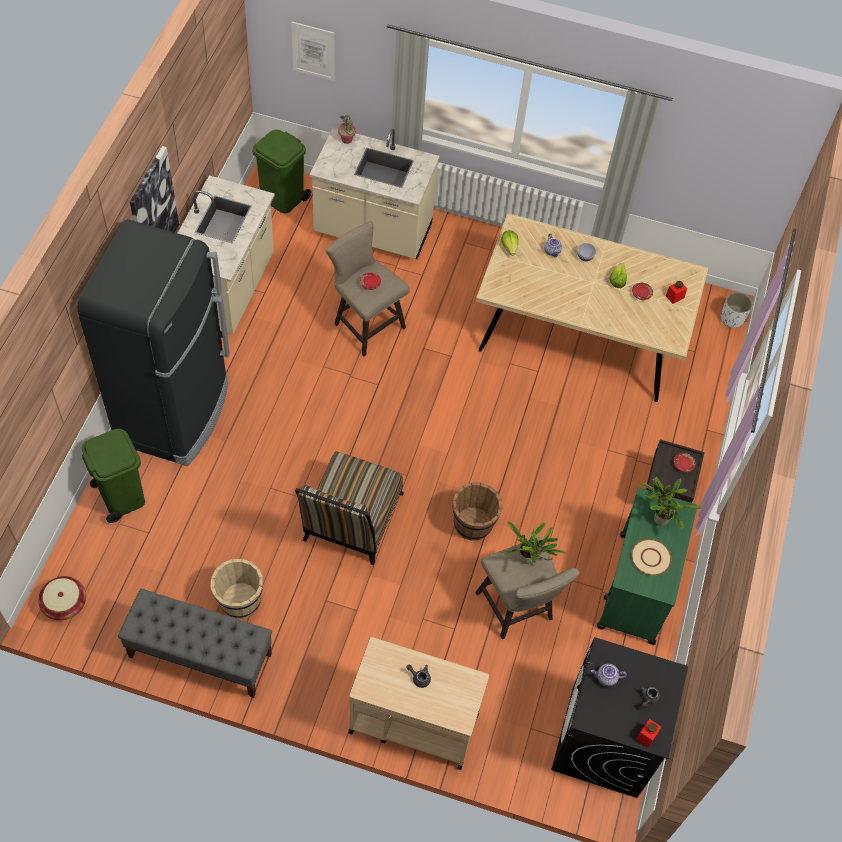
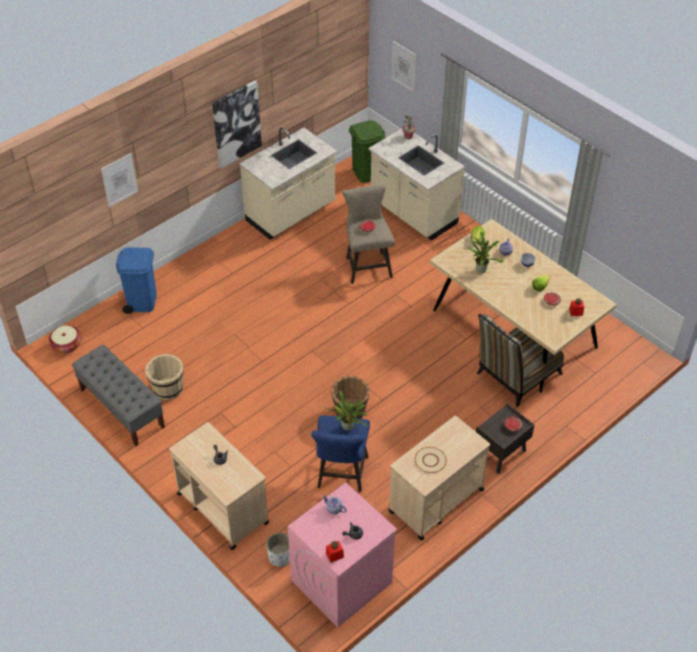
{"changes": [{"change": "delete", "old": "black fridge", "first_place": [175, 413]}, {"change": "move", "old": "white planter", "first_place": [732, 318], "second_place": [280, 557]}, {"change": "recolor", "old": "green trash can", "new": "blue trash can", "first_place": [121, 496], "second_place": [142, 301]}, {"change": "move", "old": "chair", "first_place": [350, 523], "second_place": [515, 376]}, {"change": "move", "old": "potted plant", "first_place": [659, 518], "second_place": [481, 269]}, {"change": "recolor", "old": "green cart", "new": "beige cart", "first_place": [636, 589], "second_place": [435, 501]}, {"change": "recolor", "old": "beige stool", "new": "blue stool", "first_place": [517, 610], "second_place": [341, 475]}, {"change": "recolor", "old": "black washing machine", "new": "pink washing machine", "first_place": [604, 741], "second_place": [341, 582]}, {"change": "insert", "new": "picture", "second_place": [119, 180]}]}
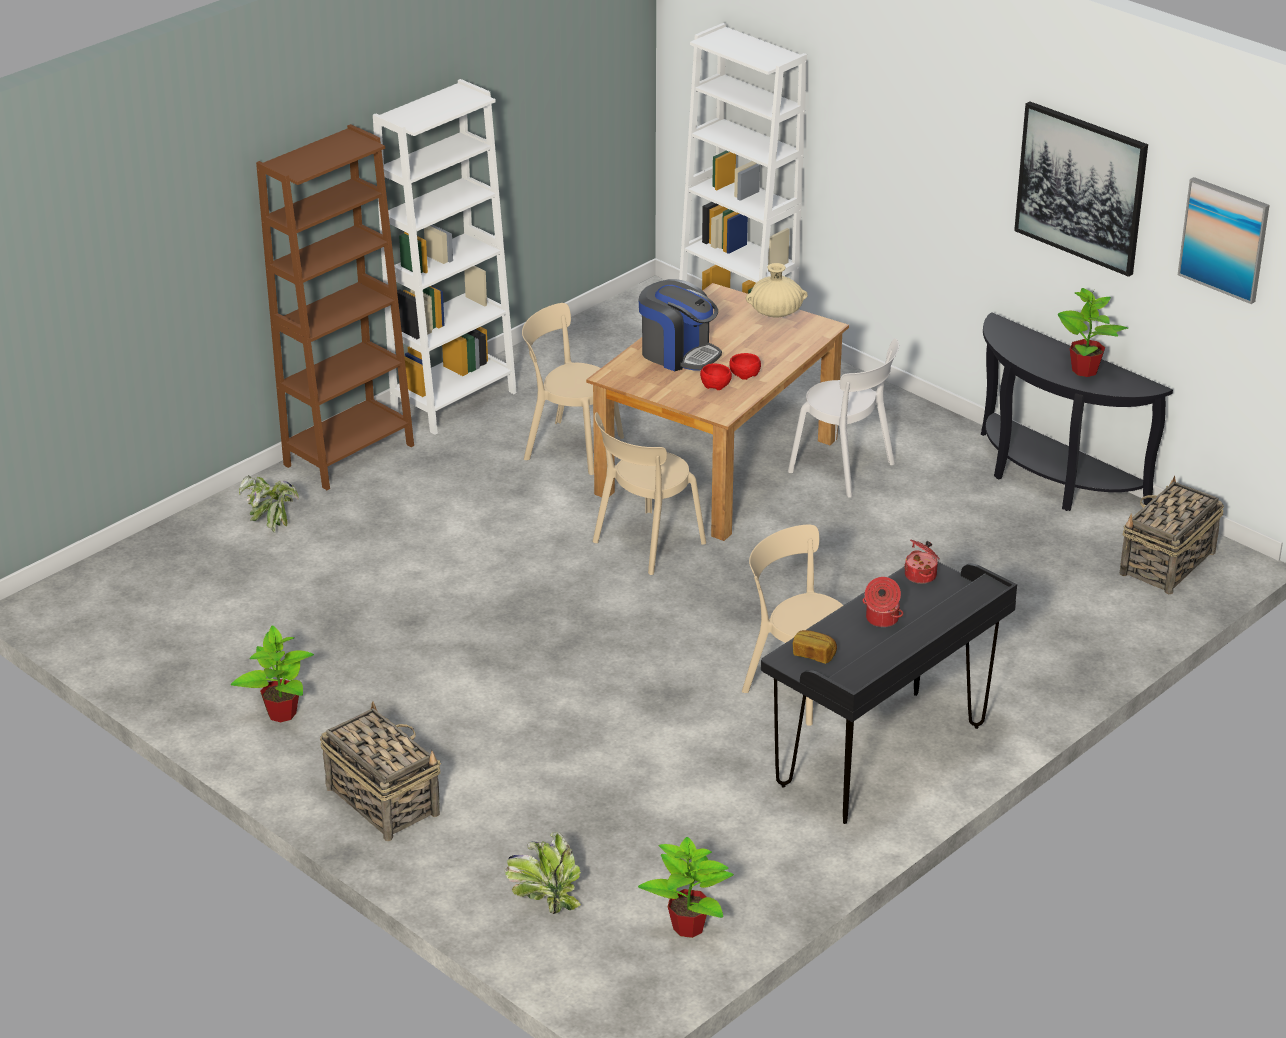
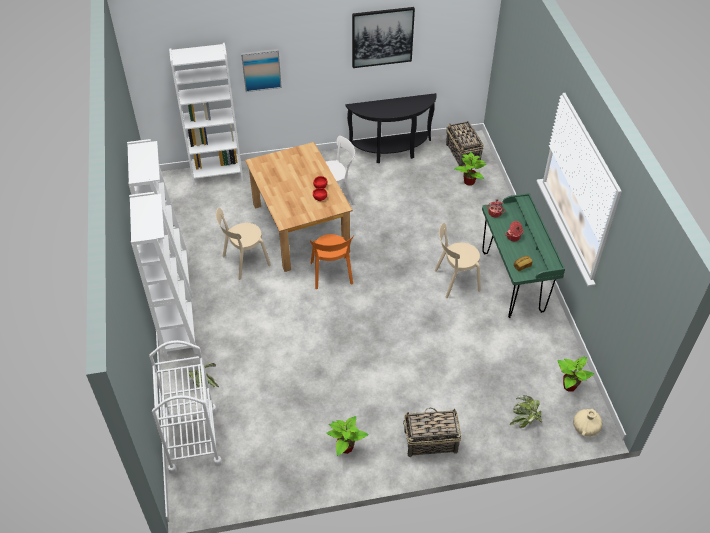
{"changes": [{"change": "recolor", "old": "brown bookcase", "new": "white bookcase", "first_place": [349, 455], "second_place": [179, 333]}, {"change": "move", "old": "picture", "first_place": [1224, 239], "second_place": [261, 70]}, {"change": "move", "old": "beige vase", "first_place": [776, 313], "second_place": [585, 427]}, {"change": "delete", "old": "coffee machine", "first_place": [678, 354]}, {"change": "move", "old": "potted plant", "first_place": [1085, 370], "second_place": [469, 182]}, {"change": "recolor", "old": "beige chair", "new": "orange chair", "first_place": [645, 544], "second_place": [331, 275]}, {"change": "recolor", "old": "black desk", "new": "green desk", "first_place": [882, 757], "second_place": [512, 282]}, {"change": "insert", "new": "white cart", "second_place": [193, 439]}]}
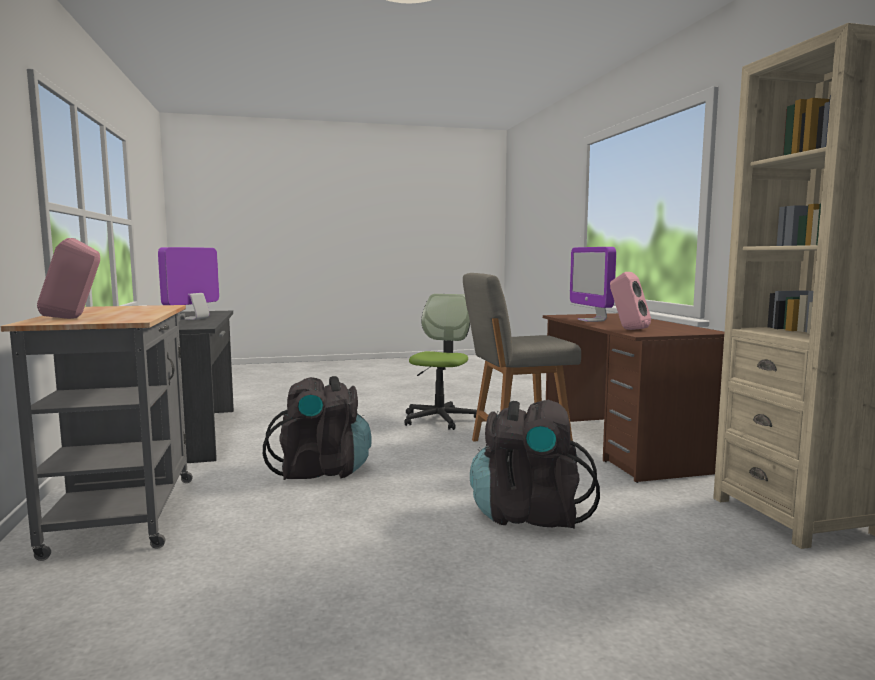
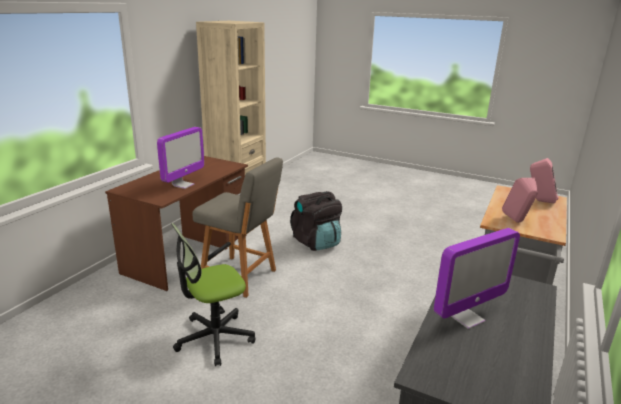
{"changes": [{"change": "move", "old": "pink speaker", "first_place": [627, 329], "second_place": [517, 222]}, {"change": "delete", "old": "black backpack", "first_place": [321, 471]}]}
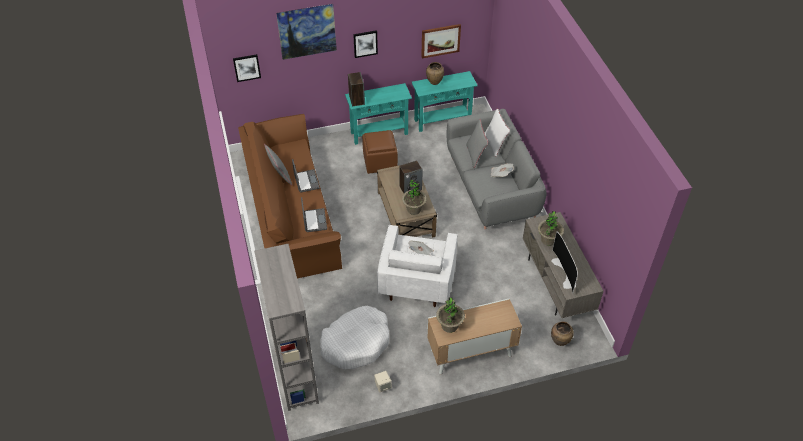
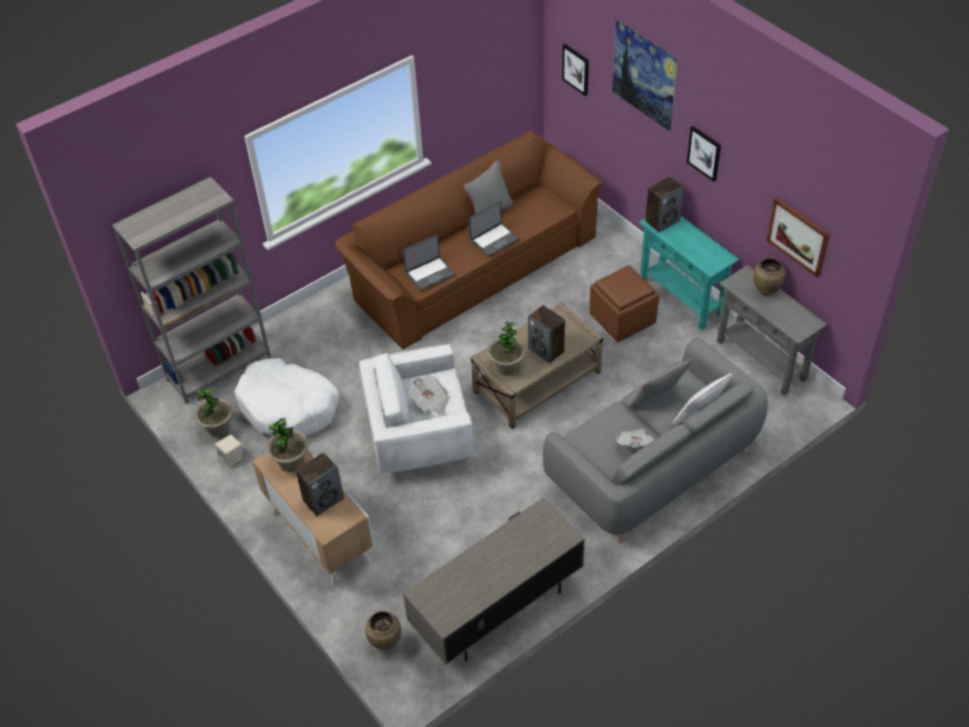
{"changes": [{"change": "recolor", "old": "turquoise console table", "new": "grey console table", "first_place": [442, 120], "second_place": [761, 360]}, {"change": "move", "old": "potted plant", "first_place": [548, 240], "second_place": [218, 428]}, {"change": "delete", "old": "television", "first_place": [565, 272]}, {"change": "insert", "new": "speaker", "second_place": [323, 499]}]}
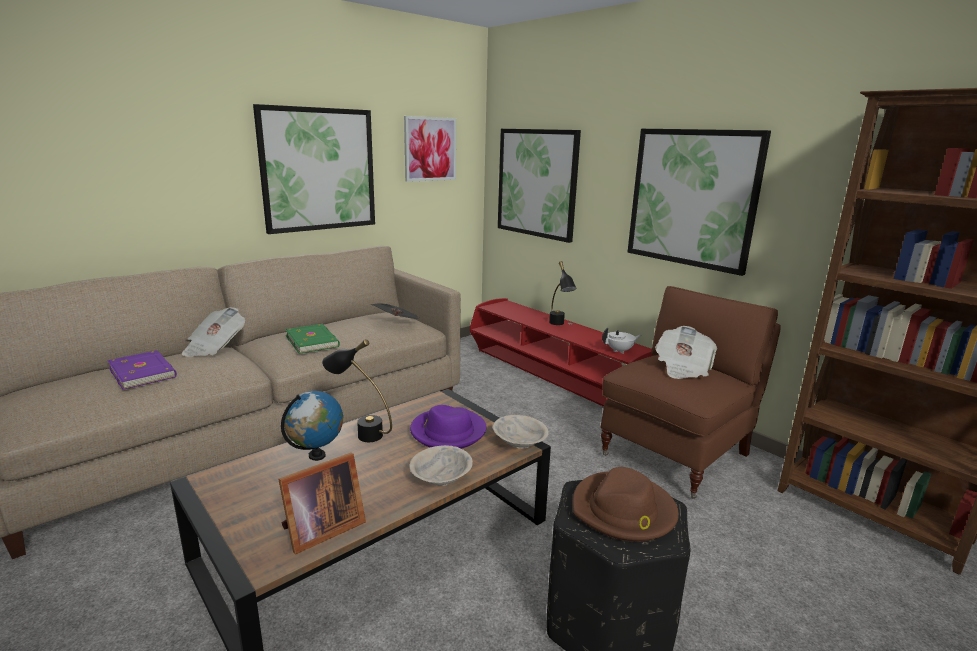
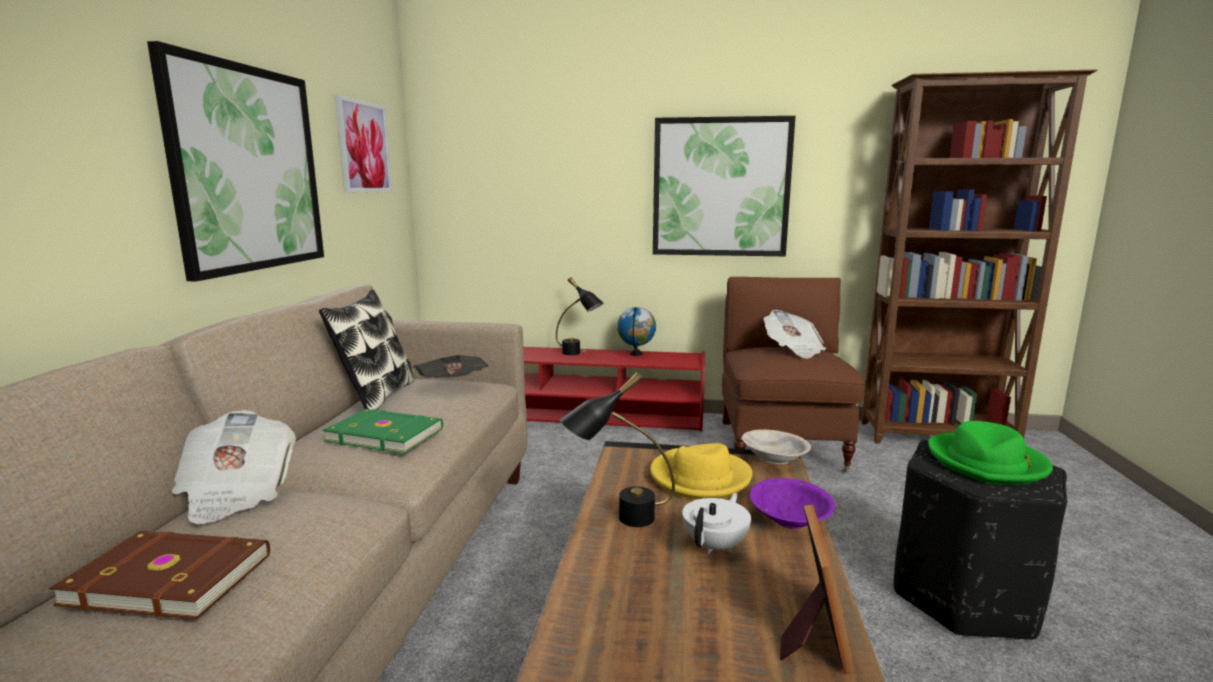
{"changes": [{"change": "delete", "old": "picture", "first_place": [537, 183]}, {"change": "move", "old": "white teapot", "first_place": [620, 351], "second_place": [716, 545]}, {"change": "recolor", "old": "purple book", "new": "brown book", "first_place": [144, 372], "second_place": [170, 577]}, {"change": "move", "old": "globe", "first_place": [317, 456], "second_place": [636, 354]}, {"change": "recolor", "old": "purple hat", "new": "yellow hat", "first_place": [448, 432], "second_place": [699, 478]}, {"change": "recolor", "old": "beige bowl", "new": "purple bowl", "first_place": [441, 478], "second_place": [790, 520]}, {"change": "recolor", "old": "brown hat", "new": "green hat", "first_place": [623, 511], "second_place": [987, 463]}, {"change": "insert", "new": "pillow", "second_place": [376, 397]}]}
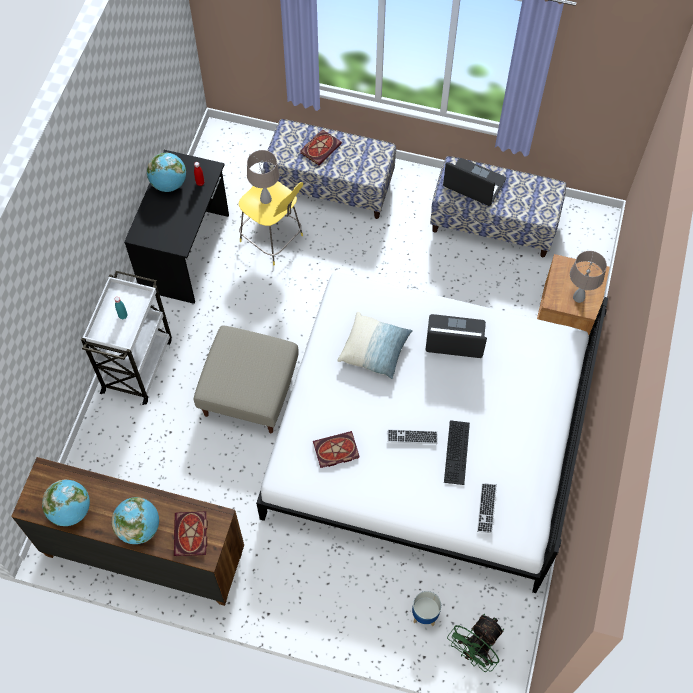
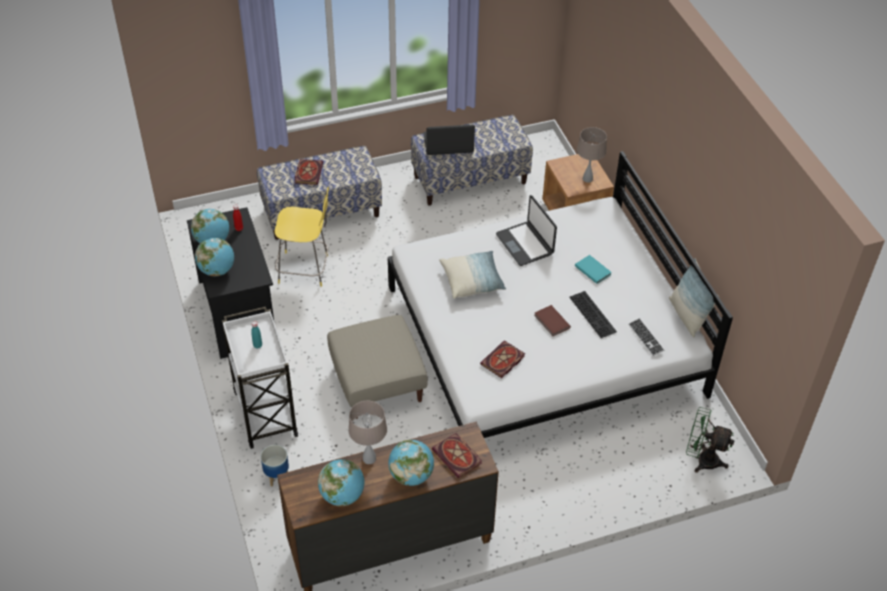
{"changes": [{"change": "move", "old": "beige table lamp", "first_place": [265, 199], "second_place": [369, 458]}, {"change": "rotate", "old": "laptop", "first_place": [455, 338], "second_place": [525, 244], "degrees": -90}, {"change": "replace", "old": "keyboard", "new": "brown book", "first_place": [412, 437], "second_place": [551, 322]}, {"change": "move", "old": "planter", "first_place": [425, 614], "second_place": [276, 475]}, {"change": "rotate", "old": "green fan", "first_place": [475, 650], "second_place": [702, 459], "degrees": 105}, {"change": "insert", "new": "globe", "second_place": [217, 270]}, {"change": "insert", "new": "turquoise book", "second_place": [593, 270]}, {"change": "insert", "new": "pillow", "second_place": [687, 316]}]}
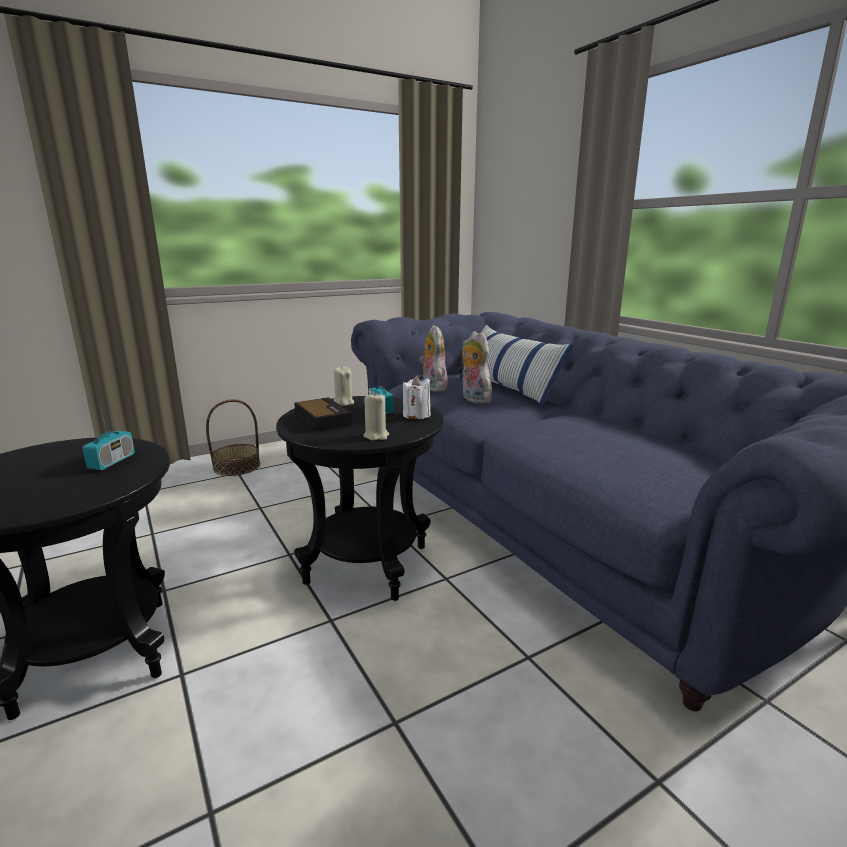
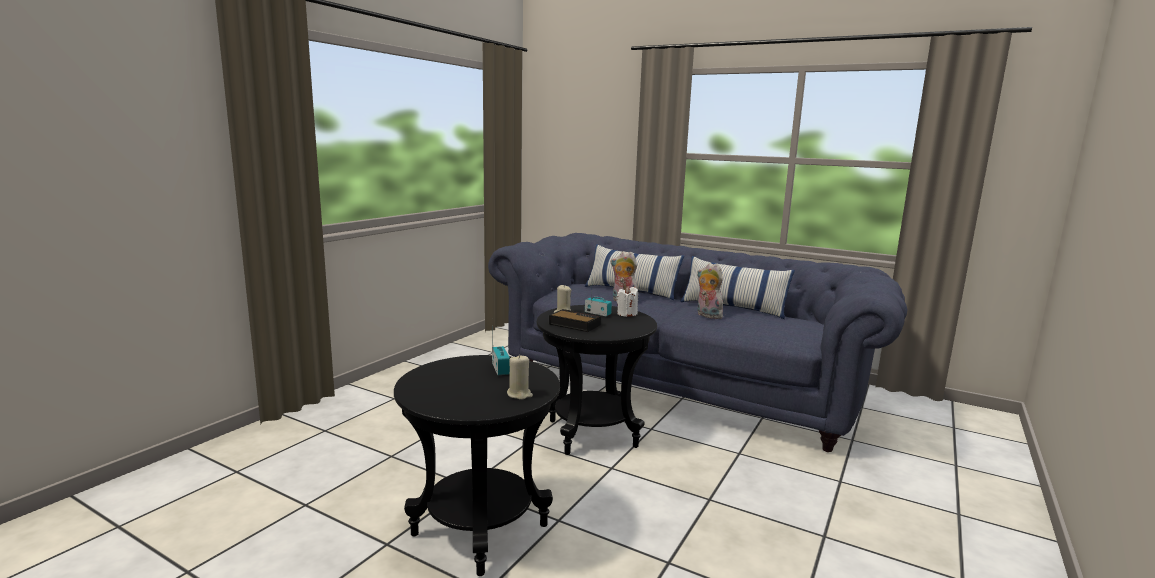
{"changes": [{"change": "move", "old": "plush toy", "first_place": [433, 387], "second_place": [707, 315]}, {"change": "move", "old": "beige candle", "first_place": [376, 436], "second_place": [519, 394]}, {"change": "delete", "old": "basket", "first_place": [237, 466]}, {"change": "insert", "new": "pillow", "second_place": [733, 307]}]}
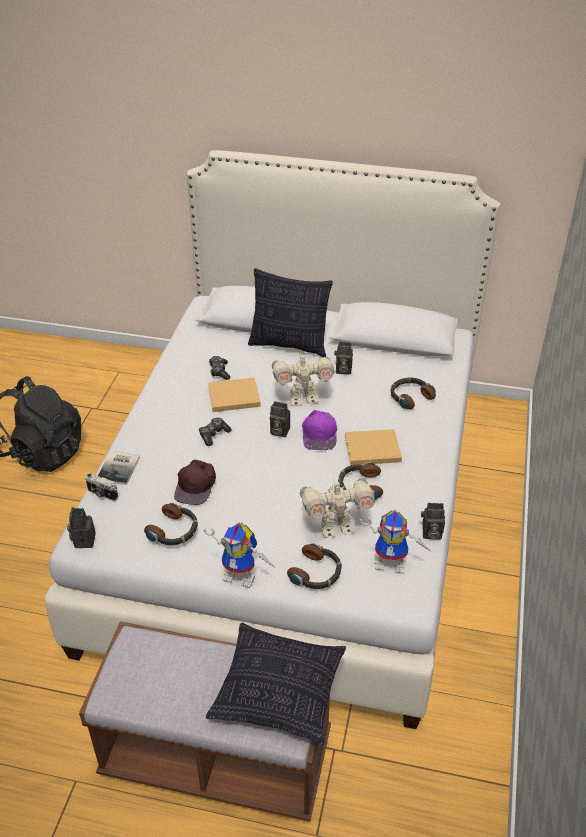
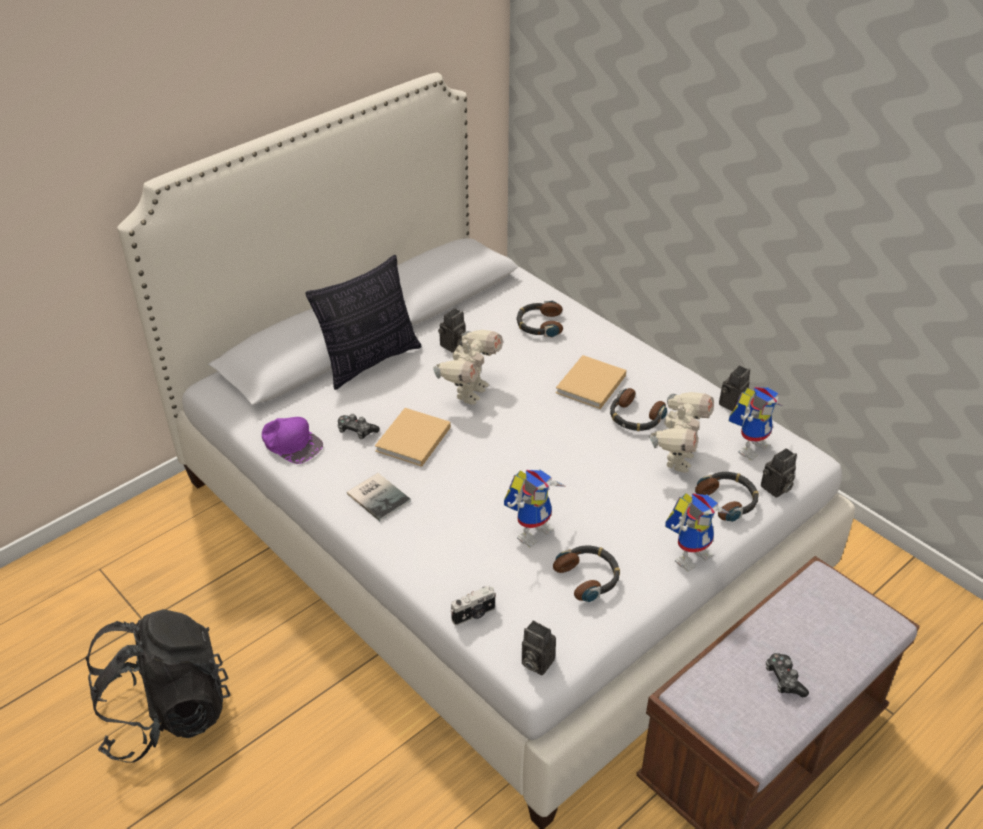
{"changes": [{"change": "move", "old": "photo camera", "first_place": [278, 431], "second_place": [776, 489]}, {"change": "move", "old": "purple cap", "first_place": [320, 433], "second_place": [291, 443]}, {"change": "move", "old": "game controller", "first_place": [214, 435], "second_place": [784, 679]}, {"change": "move", "old": "book", "first_place": [120, 468], "second_place": [379, 496]}, {"change": "replace", "old": "brown cap", "new": "toy robot", "first_place": [196, 485], "second_place": [533, 529]}, {"change": "delete", "old": "pillow", "first_place": [279, 693]}]}
